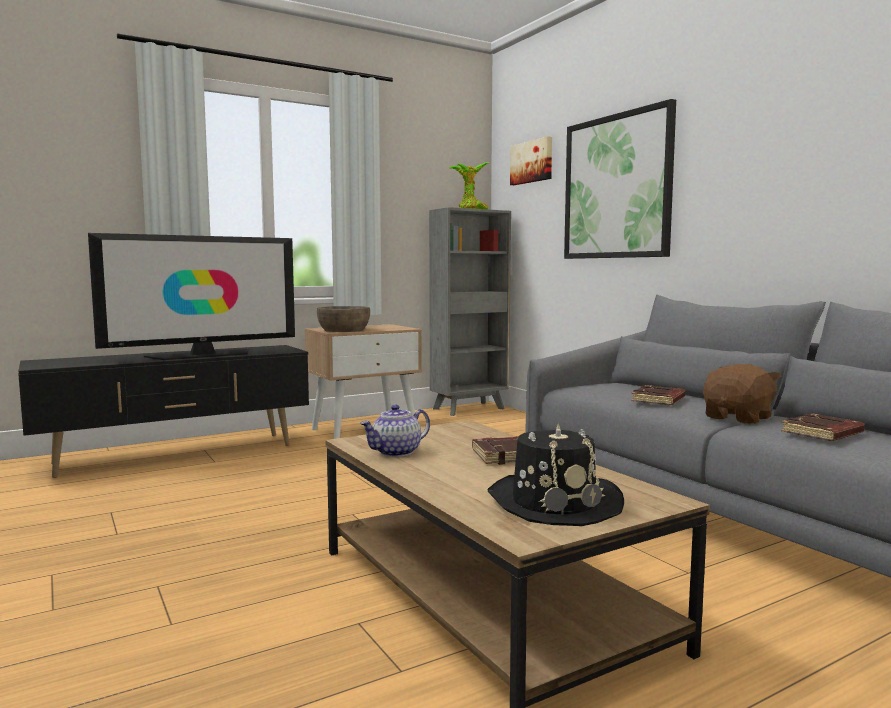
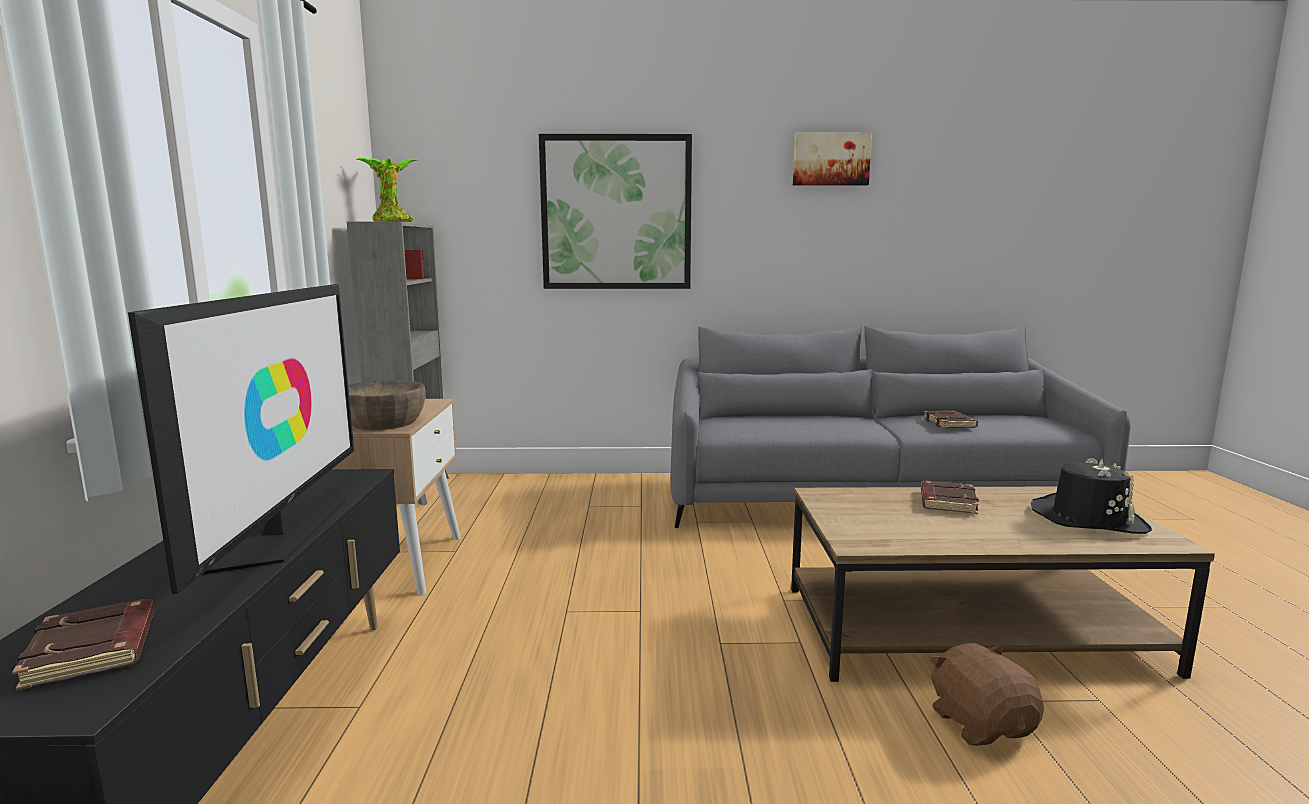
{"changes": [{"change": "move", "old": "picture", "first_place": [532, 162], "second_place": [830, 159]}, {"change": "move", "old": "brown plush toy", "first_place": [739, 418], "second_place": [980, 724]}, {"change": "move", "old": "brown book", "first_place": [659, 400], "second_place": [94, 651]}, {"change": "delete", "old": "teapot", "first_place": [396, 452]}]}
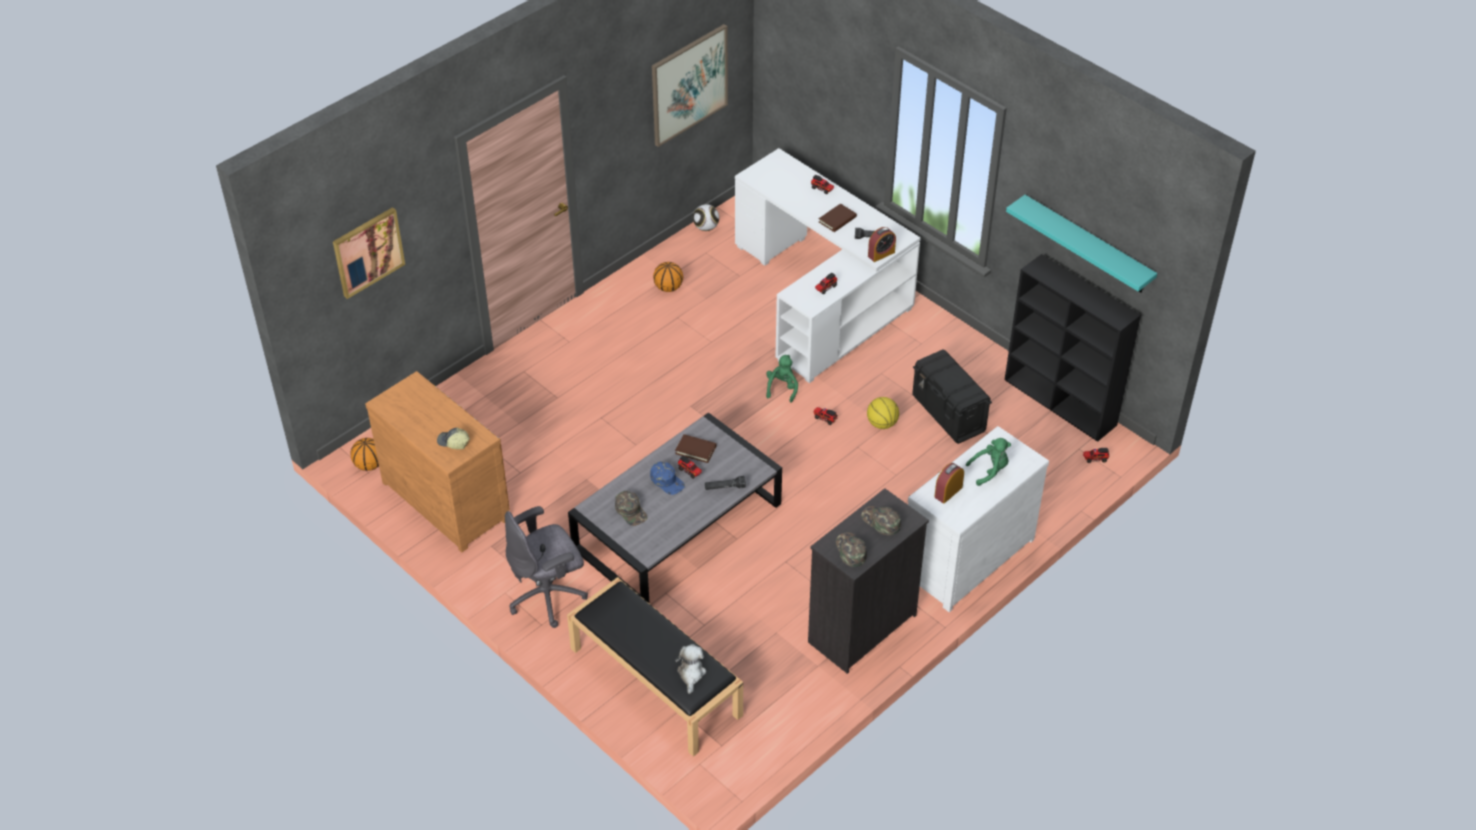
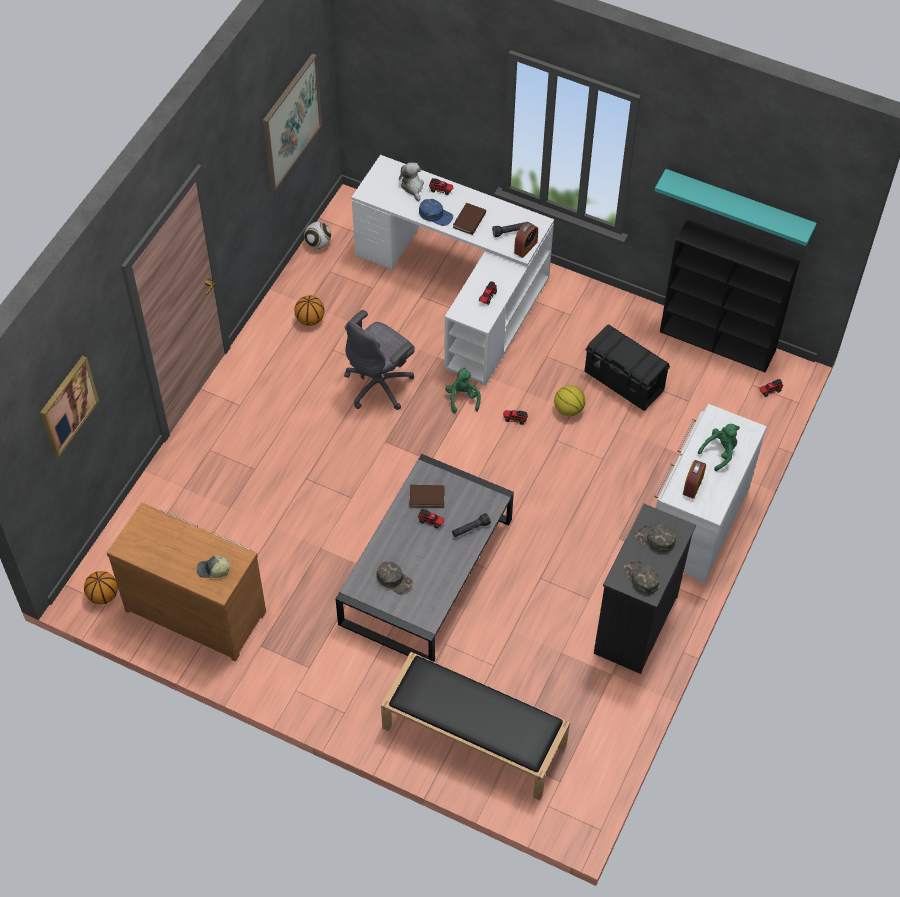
{"changes": [{"change": "move", "old": "blue cap", "first_place": [667, 481], "second_place": [436, 215]}, {"change": "move", "old": "grey office chair", "first_place": [548, 596], "second_place": [380, 385]}, {"change": "move", "old": "plush toy", "first_place": [691, 673], "second_place": [412, 187]}]}
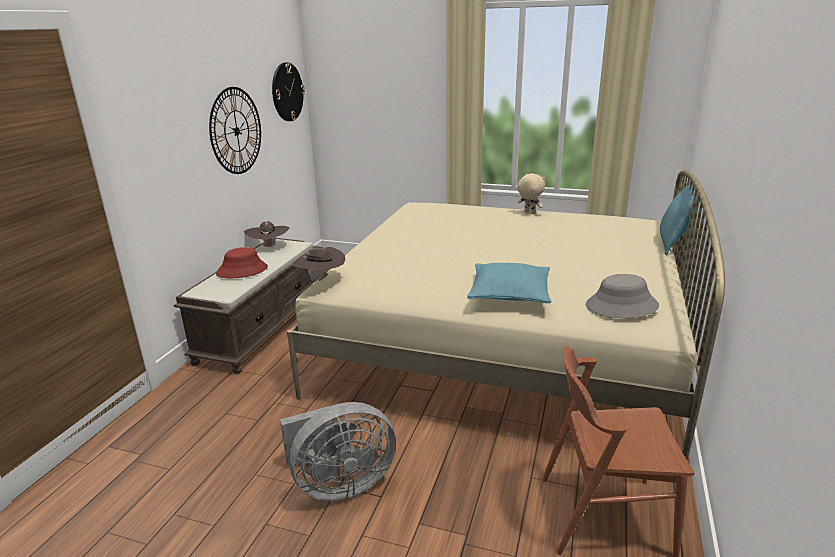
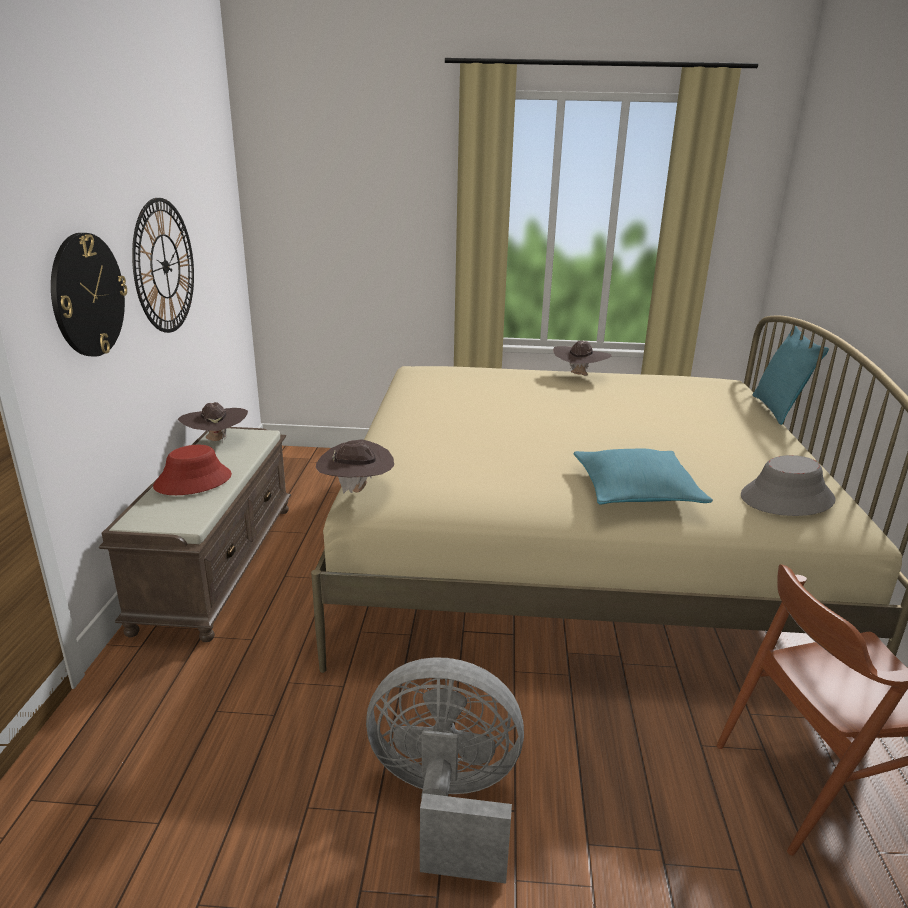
{"changes": [{"change": "move", "old": "wall clock", "first_place": [287, 92], "second_place": [88, 295]}, {"change": "replace", "old": "beige plush toy", "new": "brown hat", "first_place": [529, 213], "second_place": [579, 376]}, {"change": "rotate", "old": "grey fan", "first_place": [339, 484], "second_place": [446, 802], "degrees": -135}]}
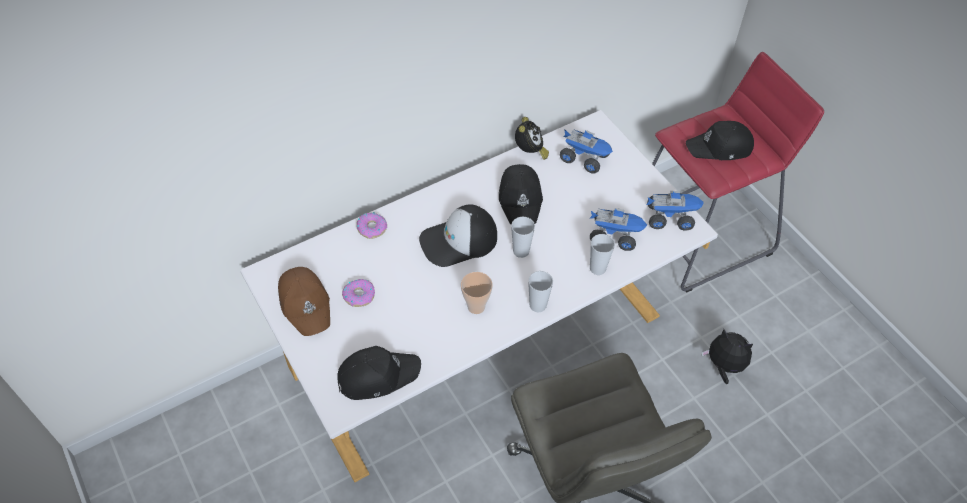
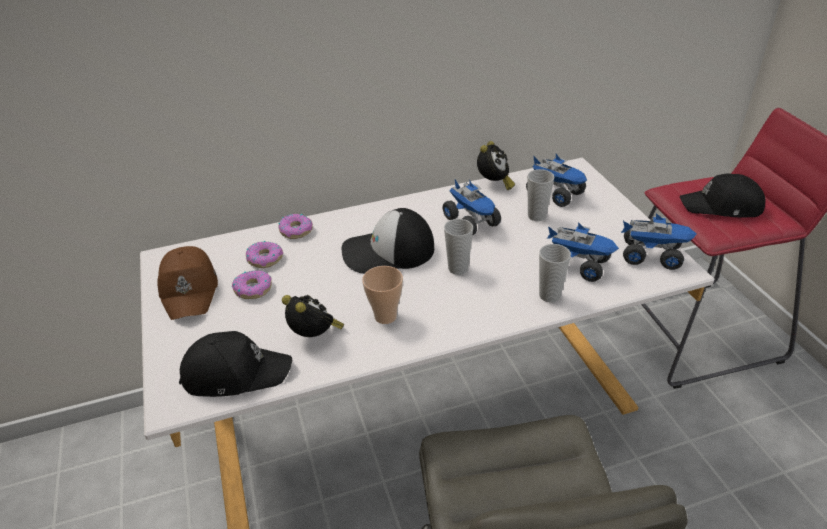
{"changes": [{"change": "replace", "old": "black cap", "new": "toy truck", "first_place": [521, 199], "second_place": [472, 222]}, {"change": "move", "old": "cup", "first_place": [538, 305], "second_place": [536, 216]}, {"change": "delete", "old": "plush toy", "first_place": [724, 366]}, {"change": "insert", "new": "donut", "second_place": [265, 259]}, {"change": "insert", "new": "alarm clock", "second_place": [315, 336]}]}
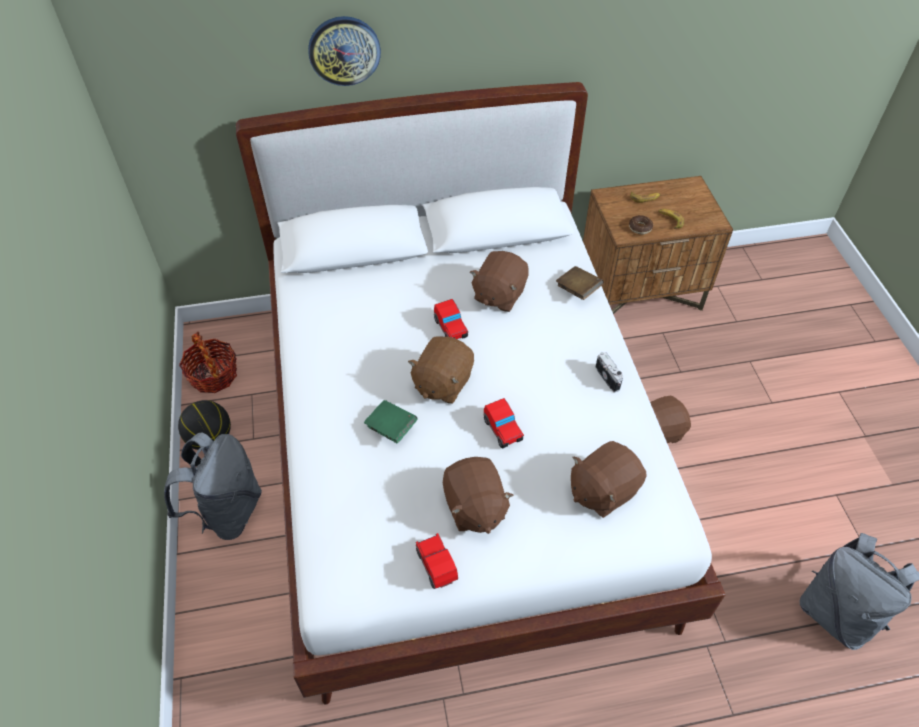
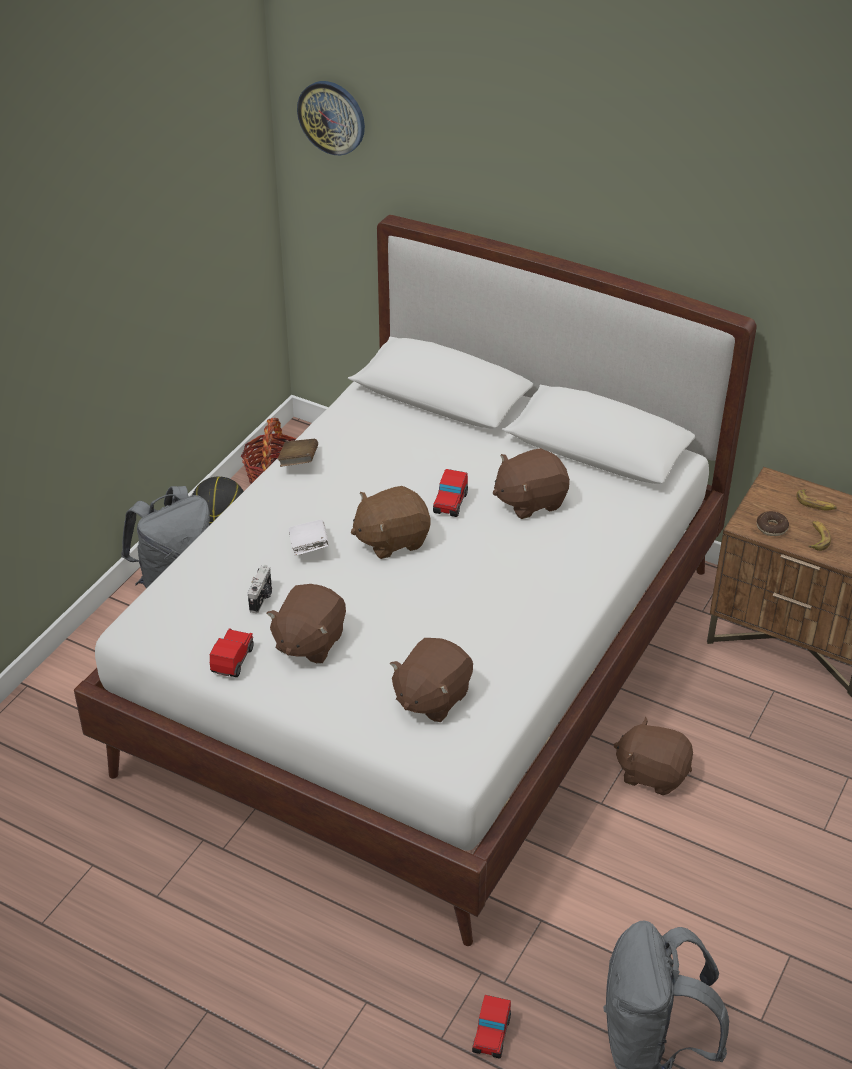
{"changes": [{"change": "move", "old": "wall clock", "first_place": [344, 50], "second_place": [332, 117]}, {"change": "move", "old": "brown book", "first_place": [578, 290], "second_place": [298, 462]}, {"change": "move", "old": "photo camera", "first_place": [608, 378], "second_place": [262, 598]}, {"change": "move", "old": "toy car", "first_place": [503, 430], "second_place": [491, 1035]}, {"change": "recolor", "old": "green book", "new": "white book", "first_place": [391, 428], "second_place": [309, 547]}, {"change": "rotate", "old": "brown plush toy", "first_place": [602, 490], "second_place": [431, 697], "degrees": -60}]}
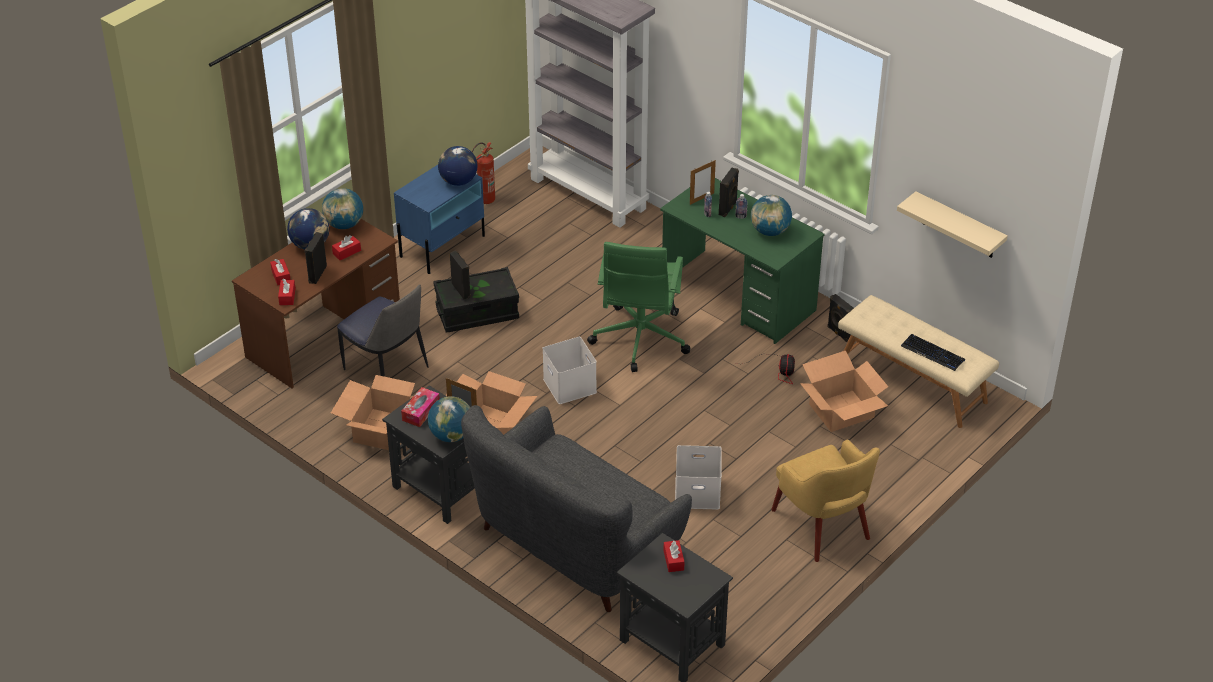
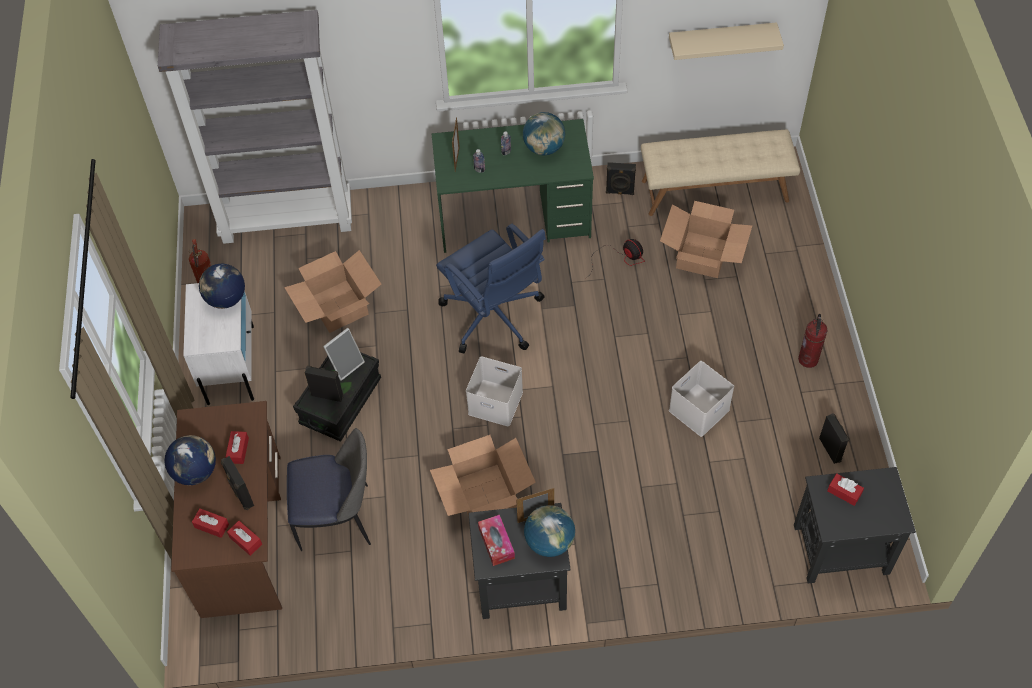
{"changes": [{"change": "recolor", "old": "blue nightstand", "new": "white nightstand", "first_place": [443, 246], "second_place": [231, 364]}, {"change": "move", "old": "black speaker", "first_place": [728, 208], "second_place": [831, 449]}, {"change": "delete", "old": "globe", "first_place": [344, 225]}, {"change": "recolor", "old": "green office chair", "new": "blue office chair", "first_place": [639, 340], "second_place": [494, 317]}, {"change": "delete", "old": "keyboard", "first_place": [933, 353]}, {"change": "move", "old": "cardboard box", "first_place": [382, 430], "second_place": [337, 307]}, {"change": "delete", "old": "grey sofa", "first_place": [574, 544]}, {"change": "replace", "old": "yellow armchair", "new": "fire extinguisher", "first_place": [822, 526], "second_place": [808, 360]}, {"change": "insert", "new": "picture frame", "second_place": [346, 364]}]}
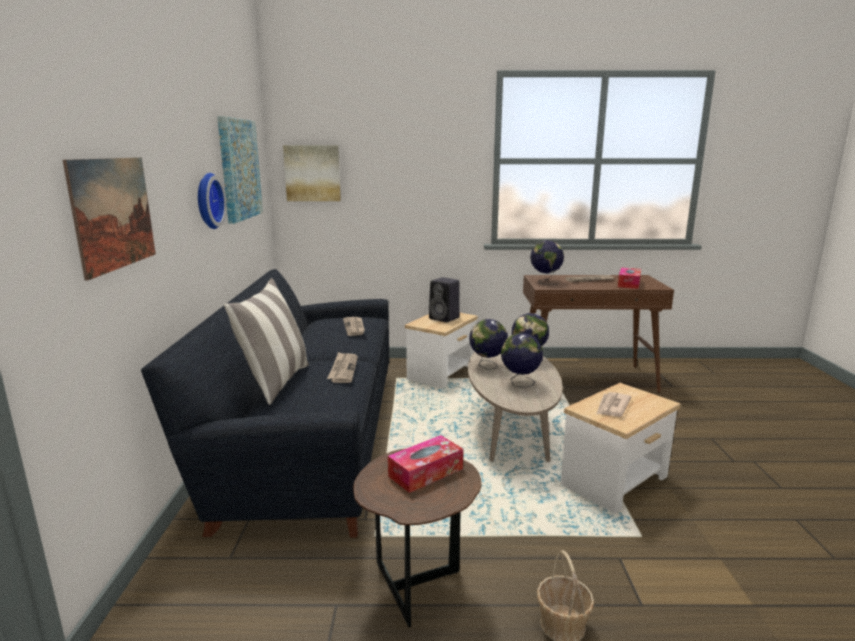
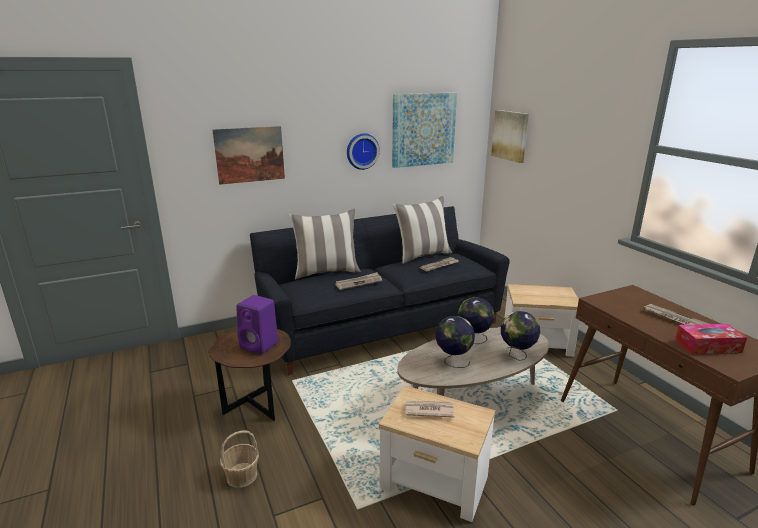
{"changes": [{"change": "delete", "old": "globe", "first_place": [545, 282]}, {"change": "delete", "old": "black speaker", "first_place": [445, 318]}, {"change": "replace", "old": "tissue box", "new": "purple speaker", "first_place": [425, 472], "second_place": [260, 345]}, {"change": "insert", "new": "pillow", "second_place": [422, 255]}]}
